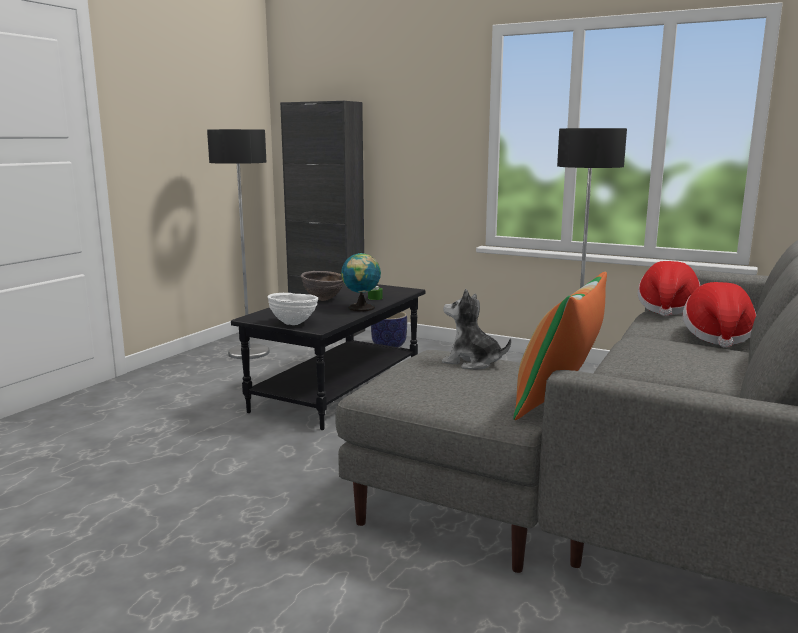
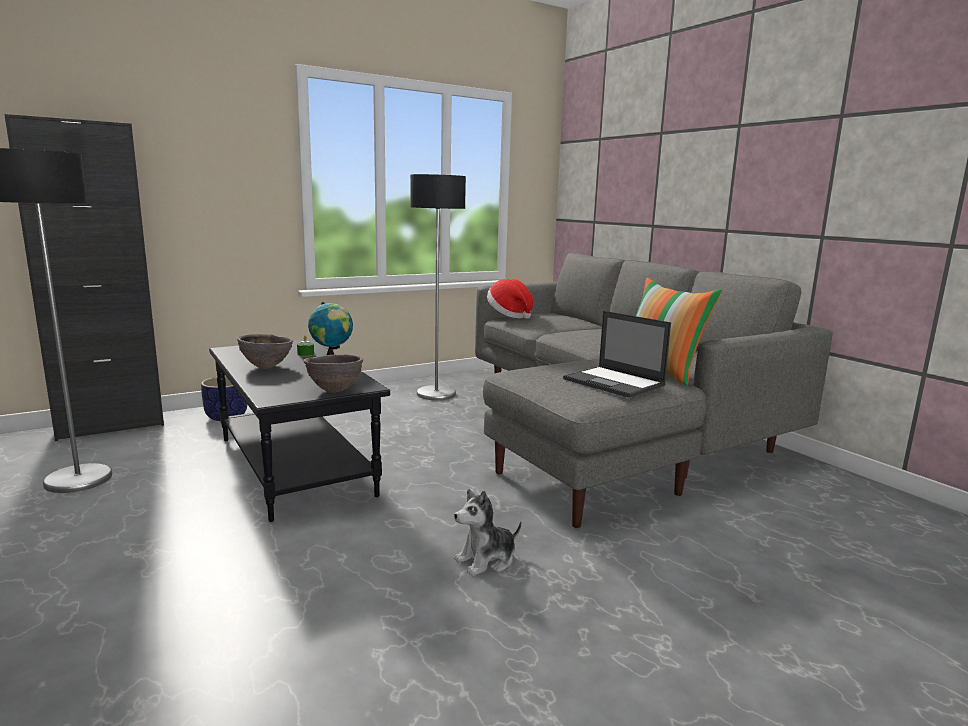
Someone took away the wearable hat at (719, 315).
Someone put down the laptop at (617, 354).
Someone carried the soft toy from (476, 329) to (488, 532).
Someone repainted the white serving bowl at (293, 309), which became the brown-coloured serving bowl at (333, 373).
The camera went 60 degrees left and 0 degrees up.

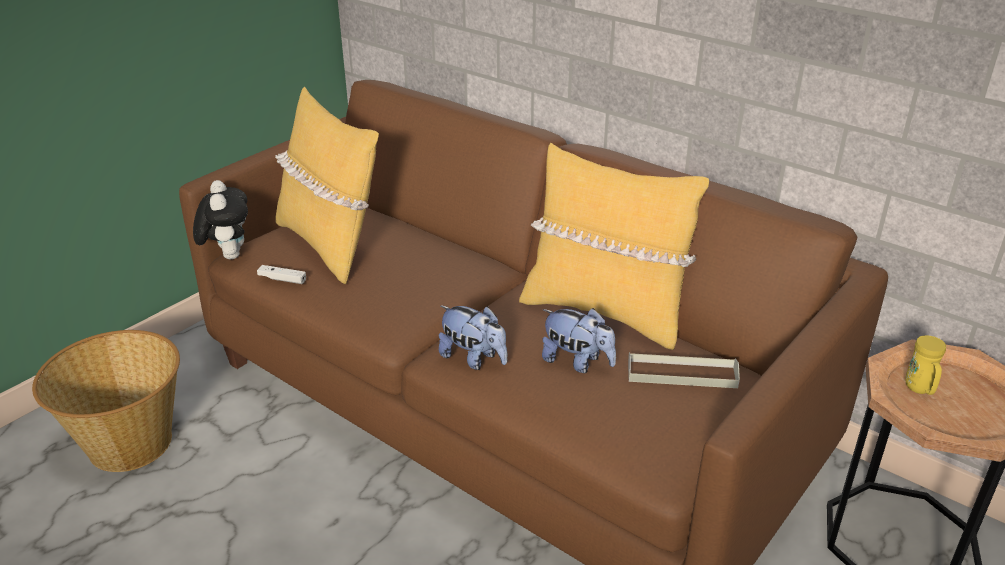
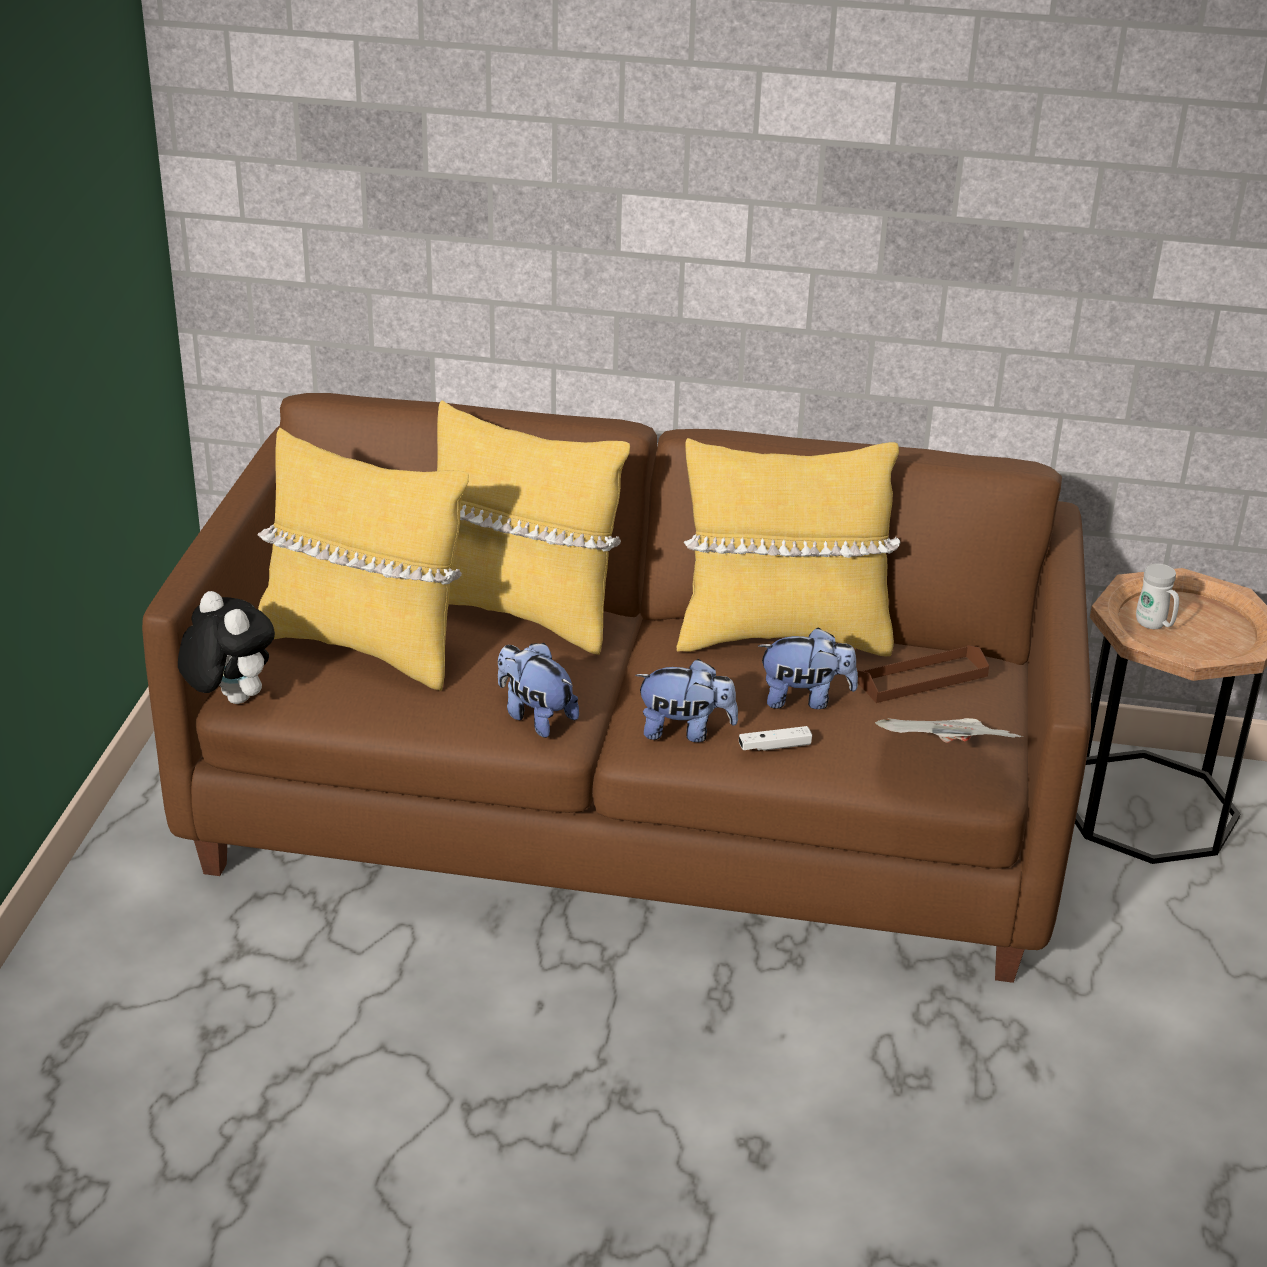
Someone took away the basket at (106, 401).
Someone put down the yellowish throw pillow at (533, 527).
Someone put down the soft toy at (538, 690).
Someone put down the daily paper at (949, 730).
Someone carried the white joypad from (281, 274) to (775, 738).
Someone repainted the gray serving tray at (684, 370), which became the brown-coloured serving tray at (923, 674).
Someone repainted the yellowish mug at (925, 365), which became the white mug at (1157, 596).
The camera went 30 degrees left and 0 degrees up.

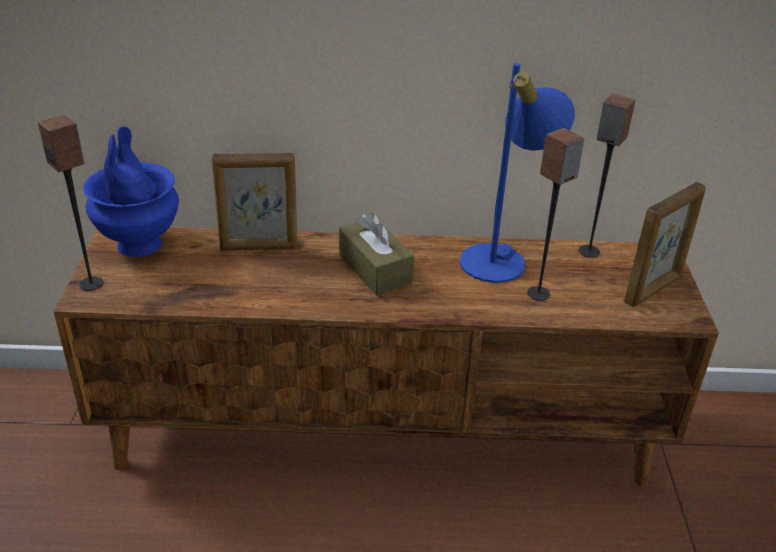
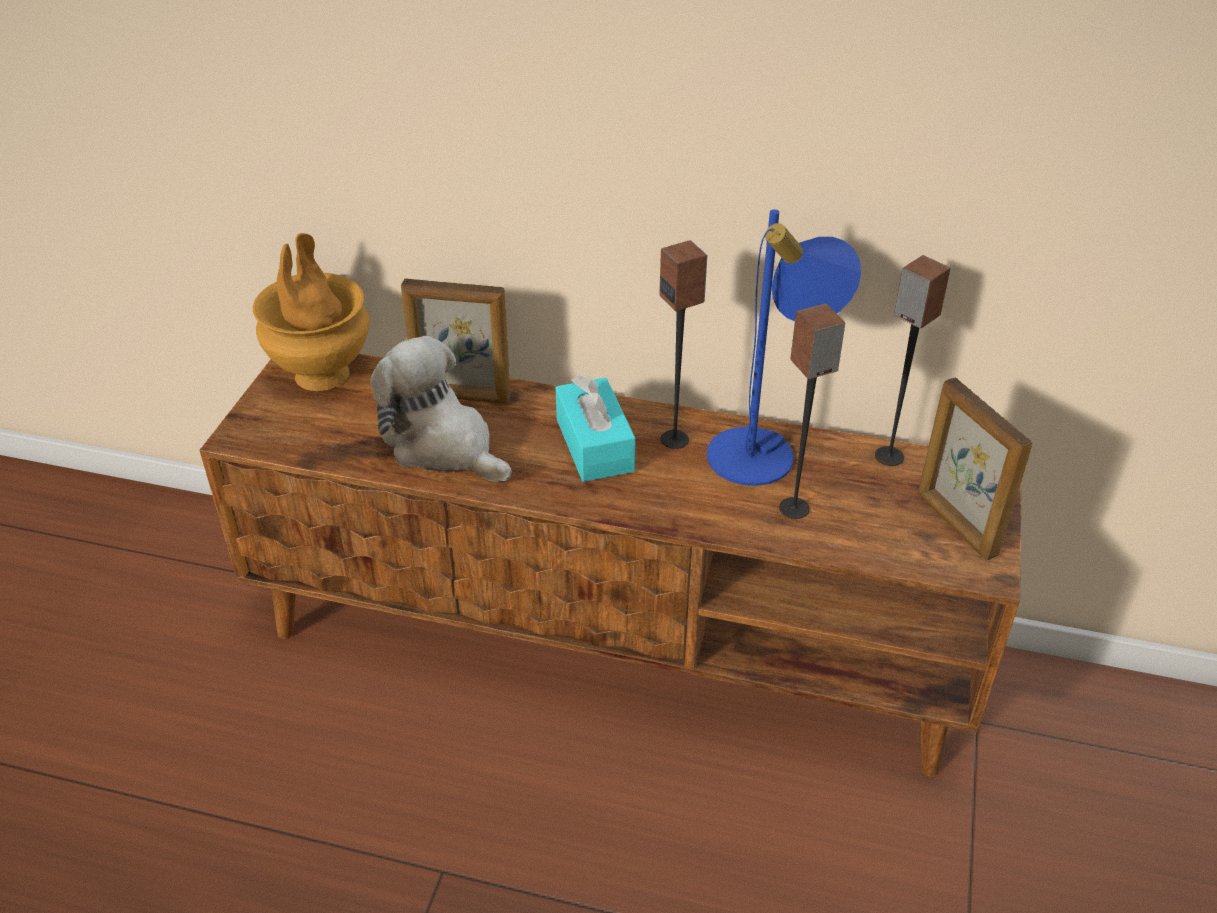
Someone put down the soft toy at (441, 408).
Someone carried the audio speaker from (70, 203) to (683, 344).
Someone repainted the blue decorative vase at (131, 191), which became the brown-coloured decorative vase at (311, 312).
Someone repainted the brown-coloured box of tissues at (376, 253), which became the blue-green box of tissues at (596, 429).
Someone rotated the picture frame at (665, 244) by 90 degrees clockwise.
The camera went 15 degrees right and 5 degrees up.

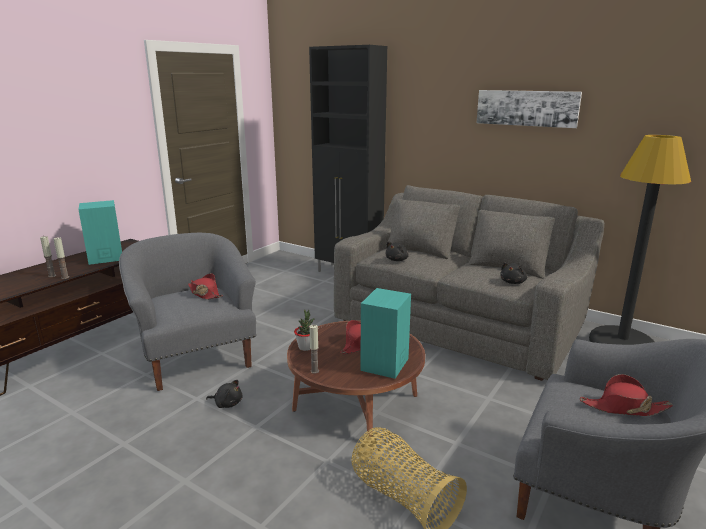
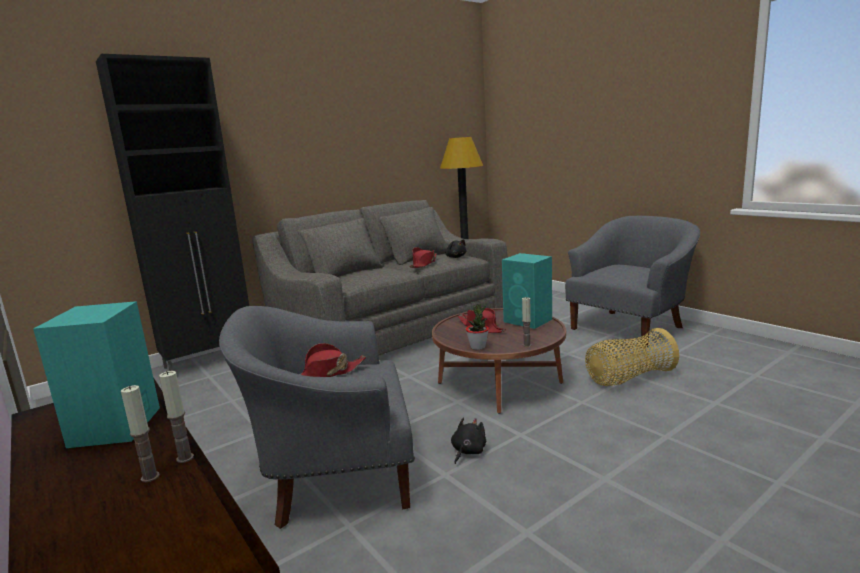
Someone took away the black soft toy at (397, 251).
Someone took away the picture at (529, 109).
Someone carried the red-coloured wearable hat from (626, 395) to (423, 257).
The camera went 70 degrees left and 5 degrees down.

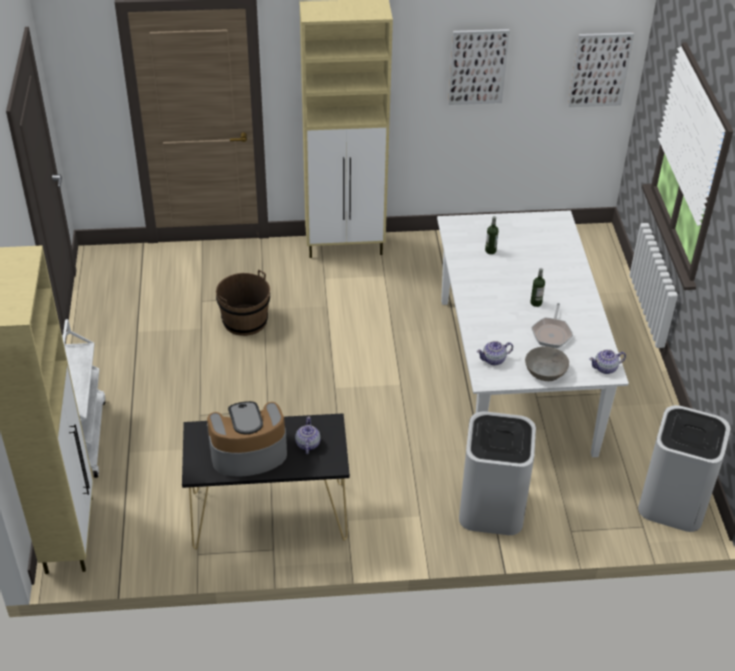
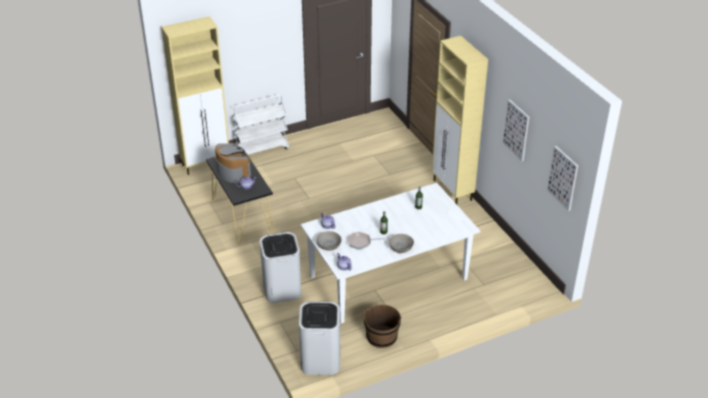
Someone put down the gray serving bowl at (401, 243).
Someone carried the brown-coloured bucket from (243, 302) to (382, 326).
The camera went 70 degrees right and 5 degrees down.

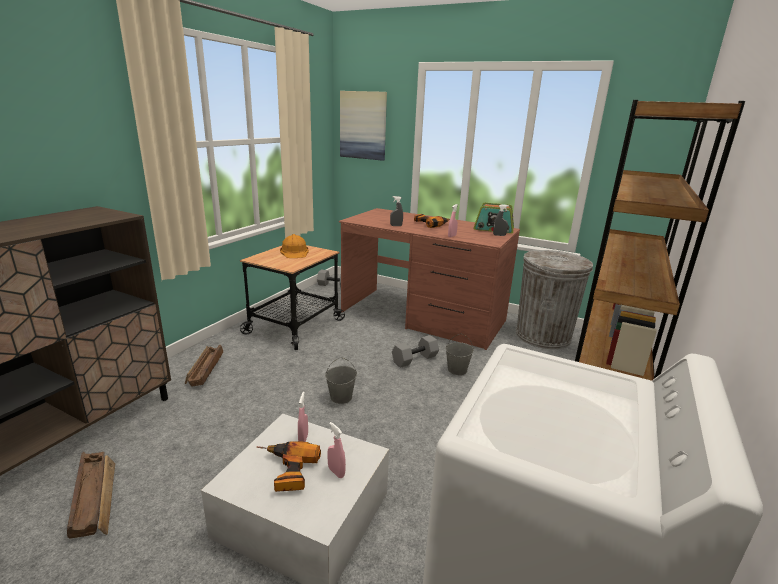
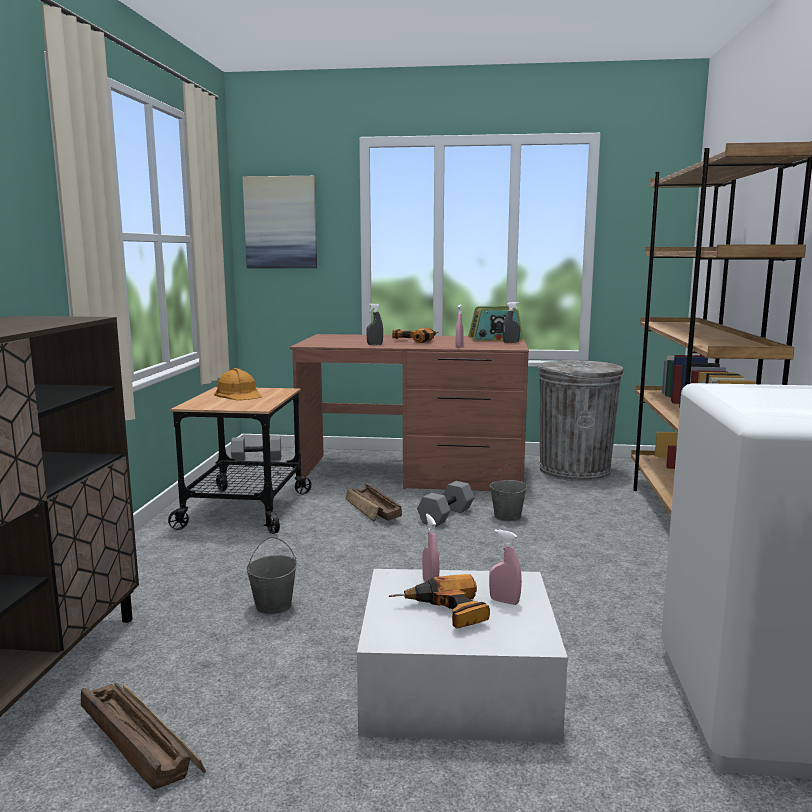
Someone carried the shipping crate from (204, 366) to (373, 503).
Someone carried the gray bucket from (341, 380) to (271, 575).
The camera went 20 degrees left and 10 degrees down.

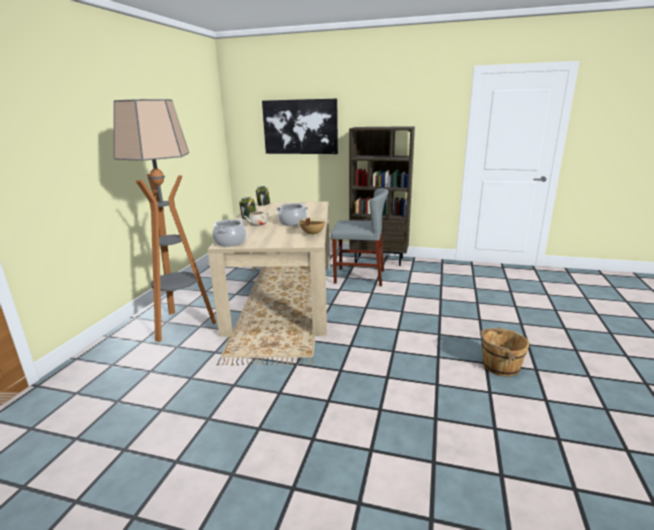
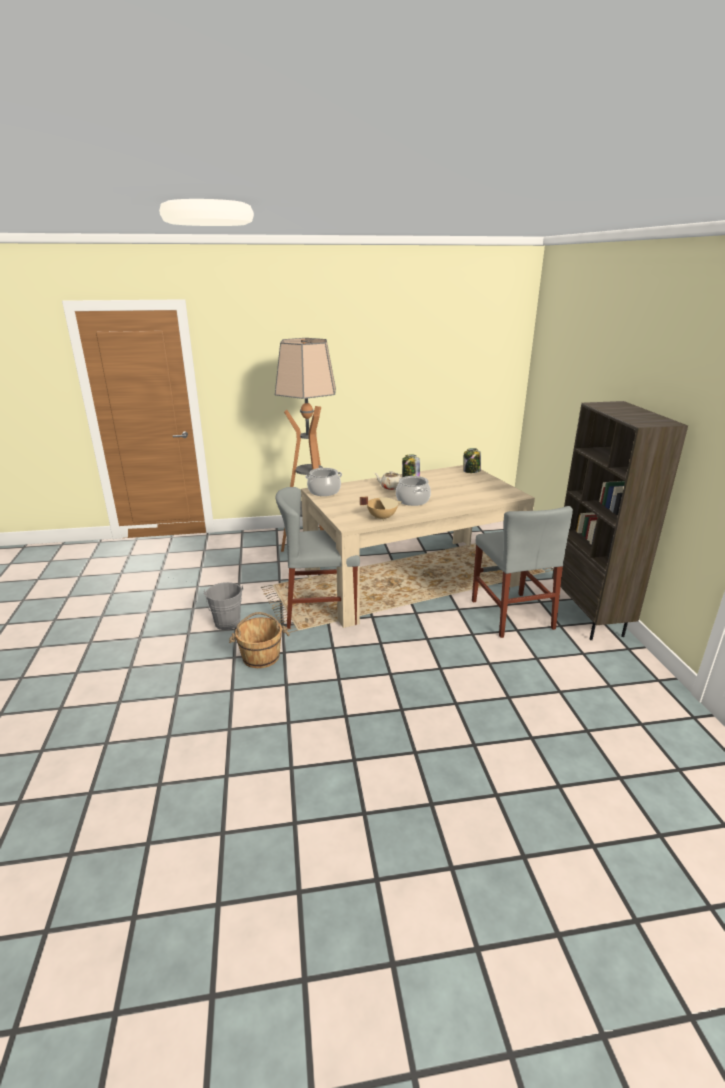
Someone took away the picture at (300, 126).
Someone put down the gray bucket at (223, 606).
Someone put down the gray upright chair at (318, 558).
Someone carried the brown-coloured bucket from (504, 352) to (259, 640).
The camera went 65 degrees right and 5 degrees up.

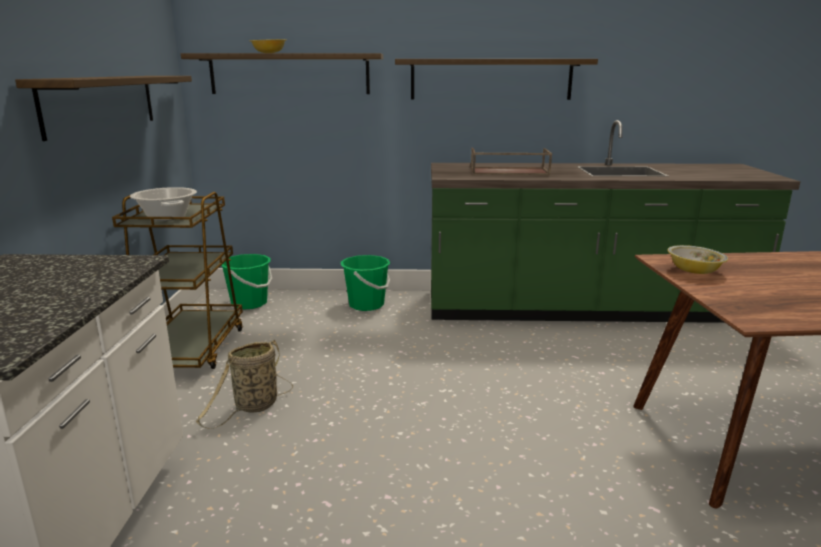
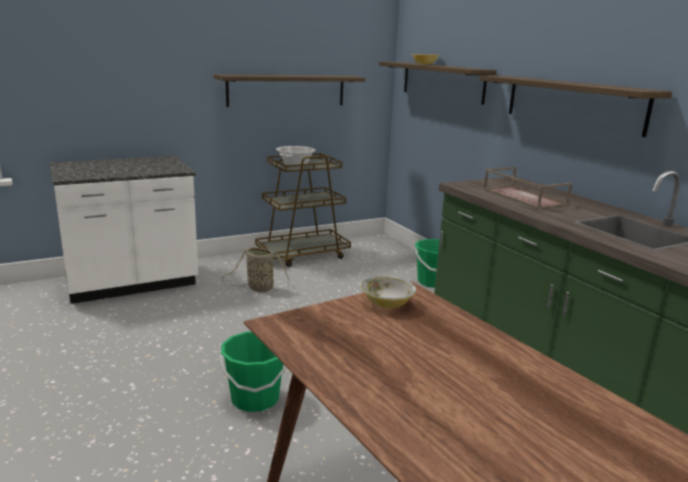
Someone carried the green-coloured bucket from (246, 281) to (253, 372).
The camera went 60 degrees right and 0 degrees up.

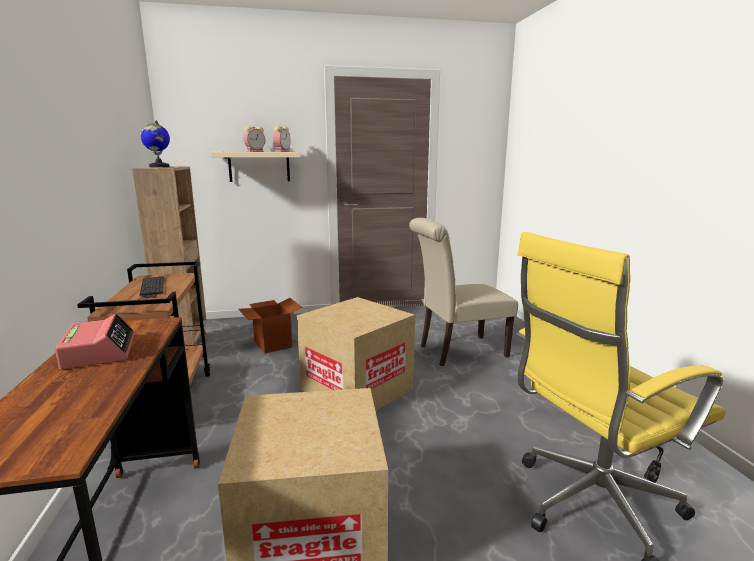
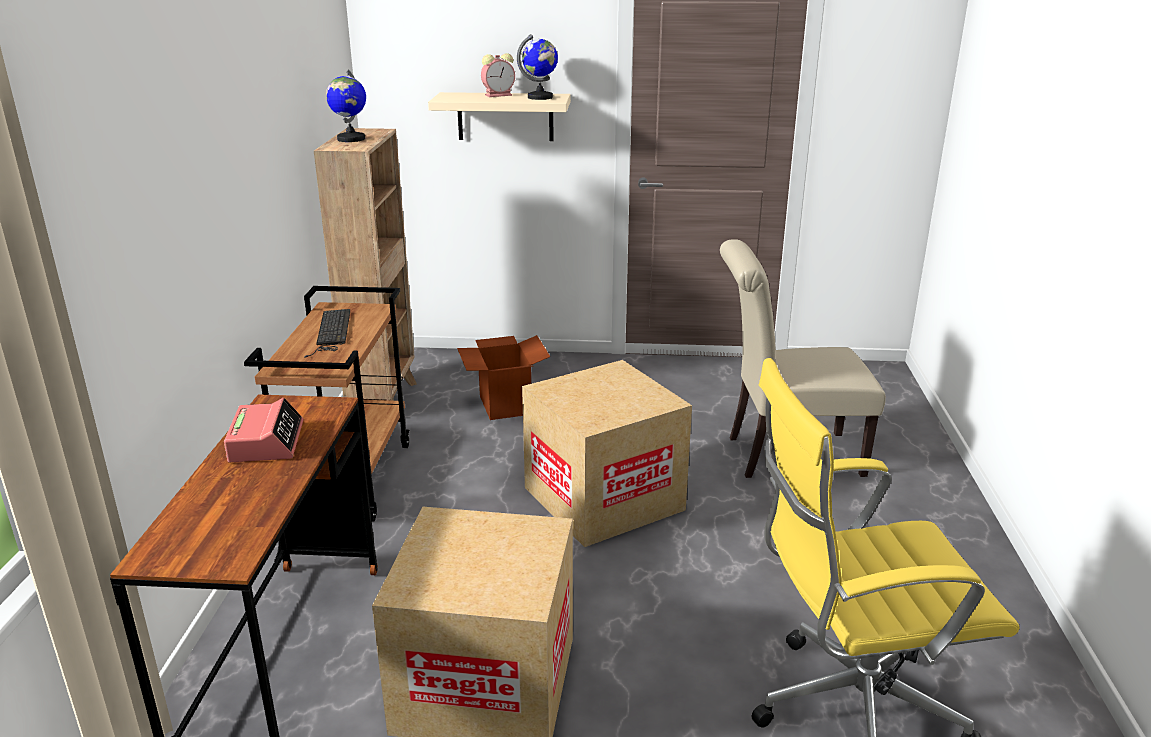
Someone swapped the bedside clock at (282, 138) for the desk globe at (537, 67).
The camera went 15 degrees right and 10 degrees up.

